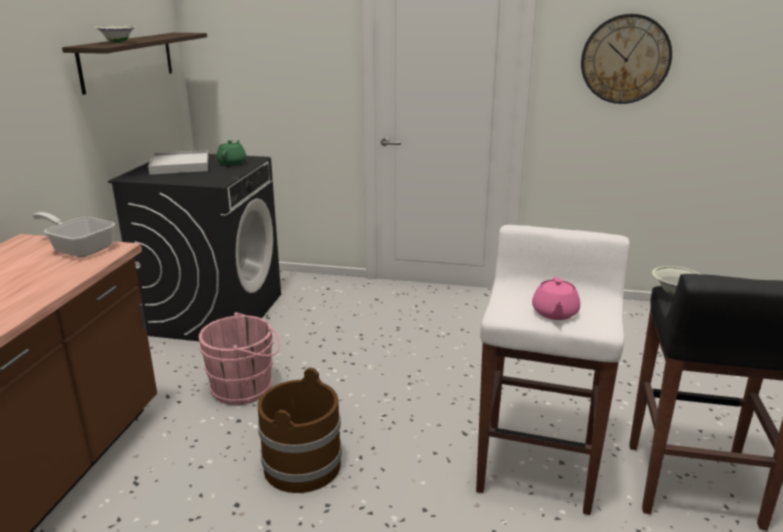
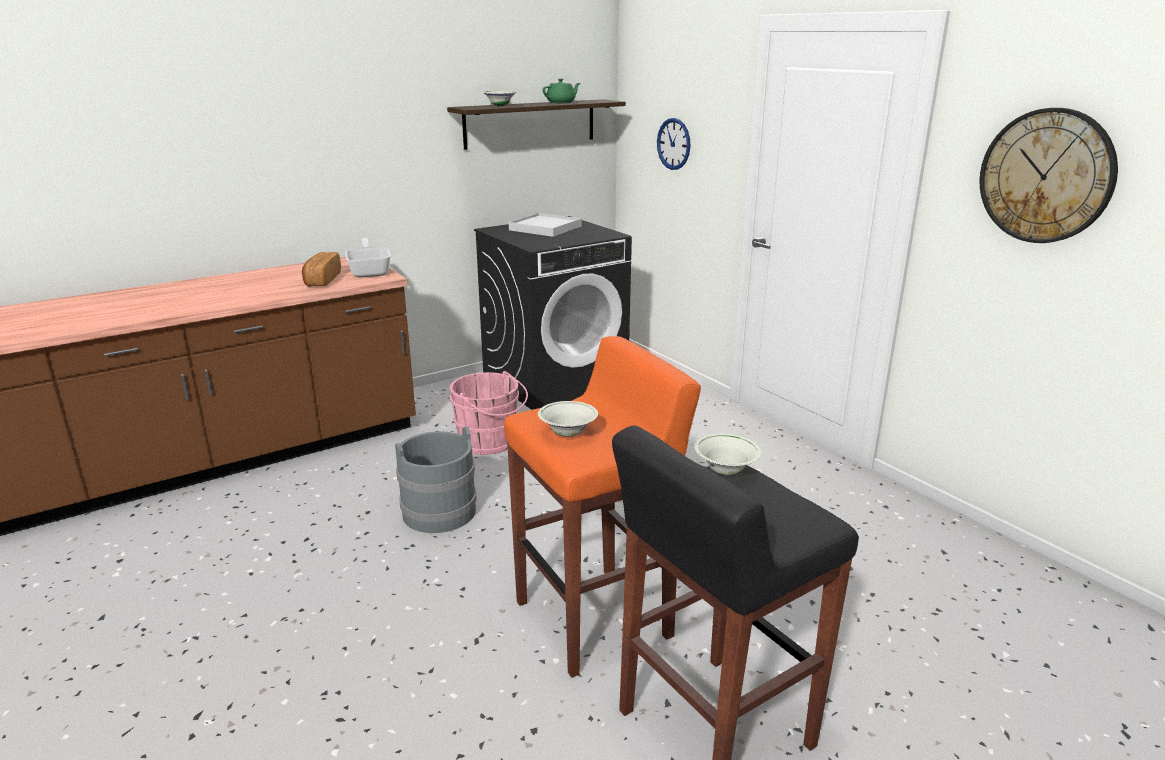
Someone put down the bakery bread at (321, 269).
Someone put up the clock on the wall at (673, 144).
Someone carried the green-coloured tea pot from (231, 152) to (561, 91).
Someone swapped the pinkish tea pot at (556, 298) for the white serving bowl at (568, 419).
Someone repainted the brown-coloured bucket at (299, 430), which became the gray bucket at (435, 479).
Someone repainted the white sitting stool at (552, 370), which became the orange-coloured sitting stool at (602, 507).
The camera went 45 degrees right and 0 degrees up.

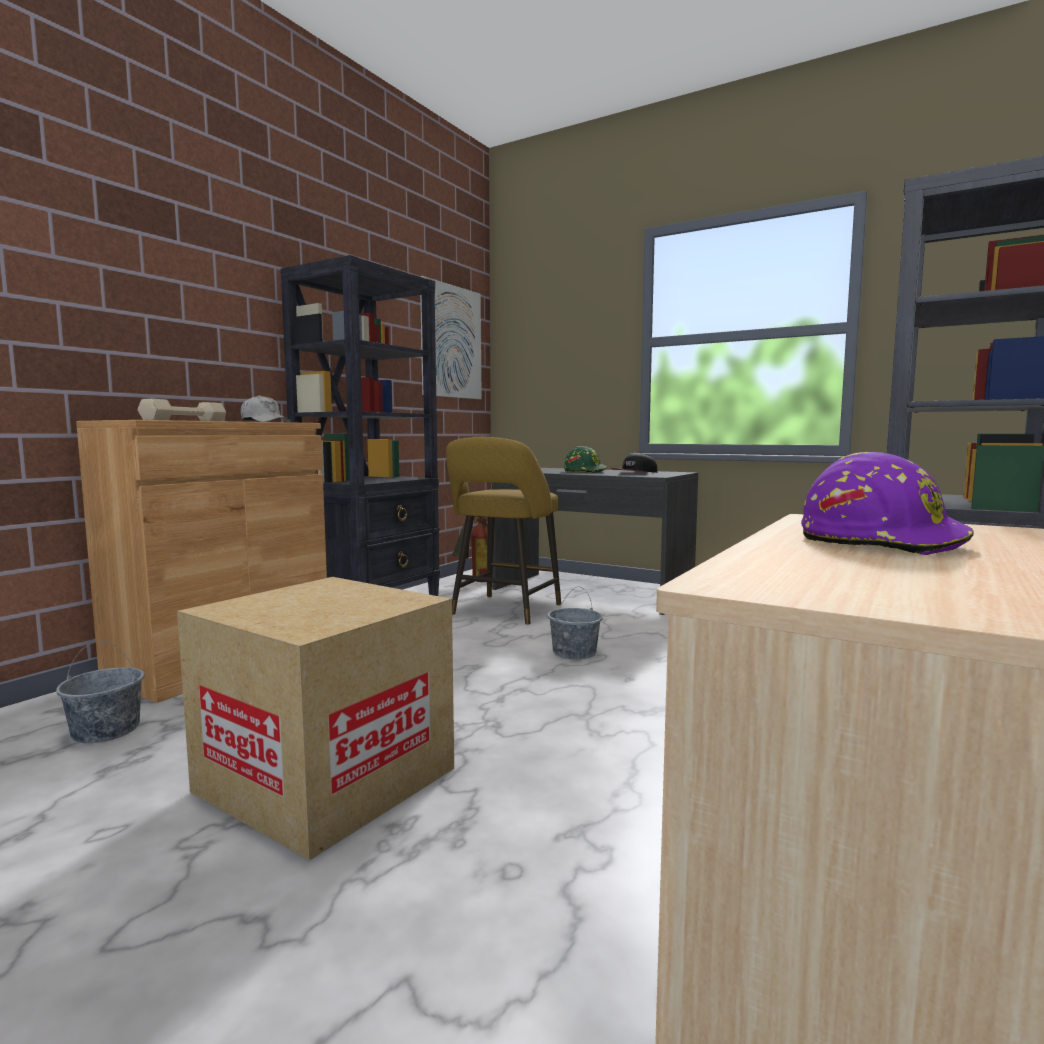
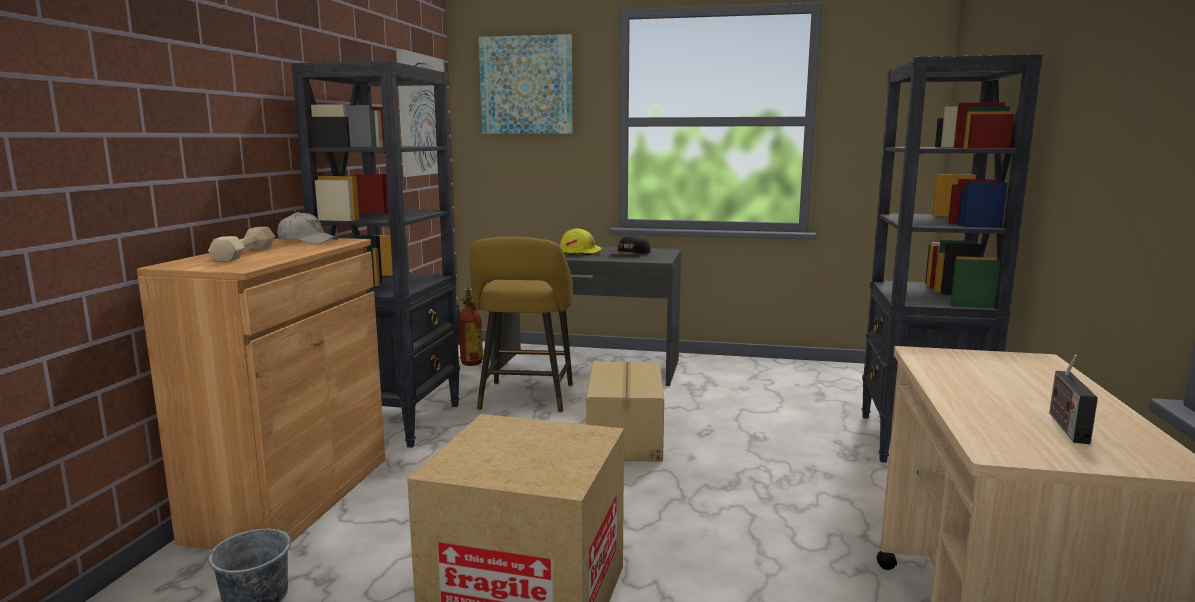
Someone took away the purplish hard hat at (887, 503).
Someone put up the picture at (526, 84).
Someone put down the radio set at (1073, 399).
Someone swapped the gray bucket at (575, 622) for the carton at (625, 412).
Someone repainted the green-coloured hard hat at (585, 459), which became the yellowish hard hat at (581, 242).
The camera went 20 degrees left and 5 degrees up.

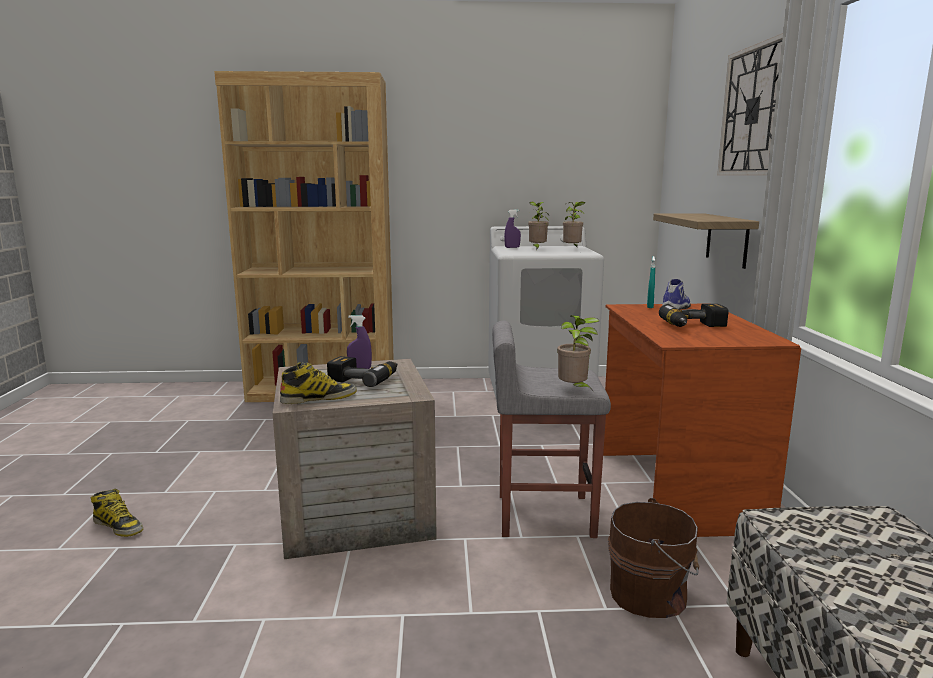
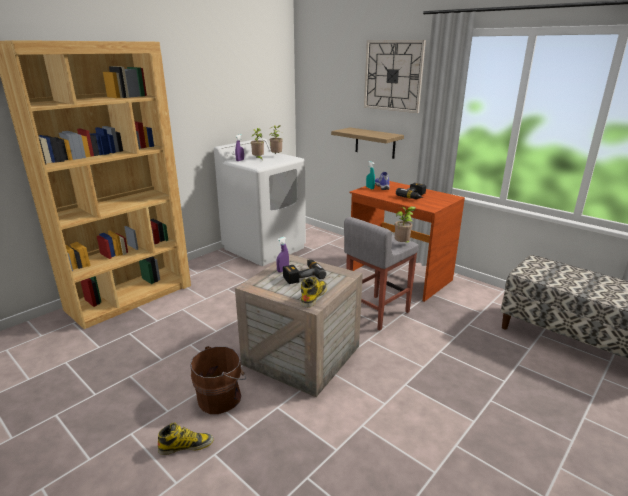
Someone carried the brown-coloured bucket from (653, 558) to (218, 380).
The camera went 45 degrees left and 10 degrees up.

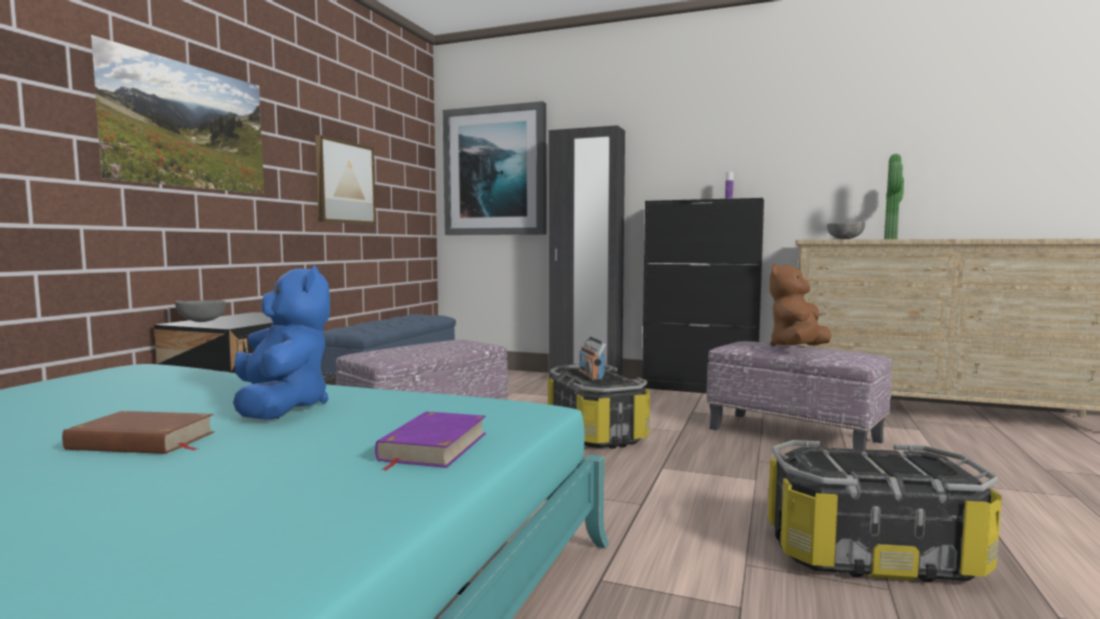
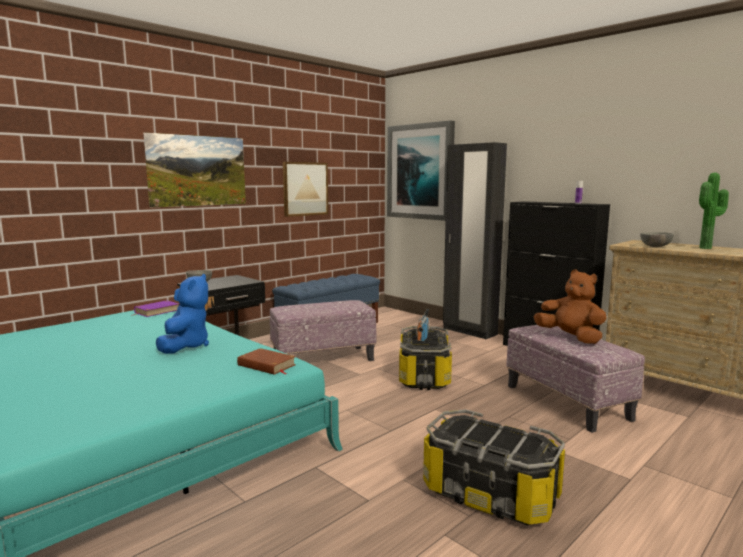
Someone carried the brown-coloured bound book from (138, 432) to (266, 361).
Someone carried the purplish bound book from (430, 441) to (155, 308).
Someone rotated the brown-coloured soft toy at (800, 305) by 75 degrees clockwise.
The camera went 25 degrees right and 5 degrees up.

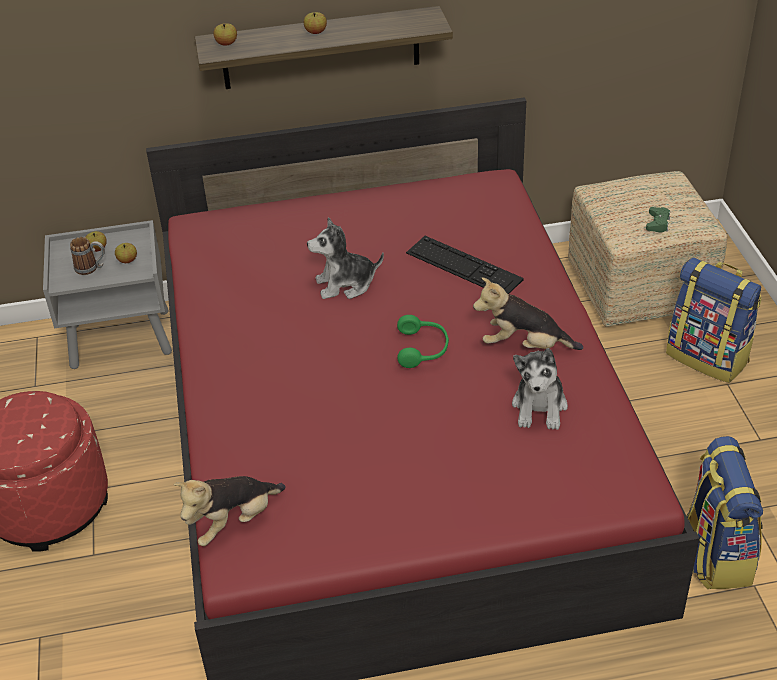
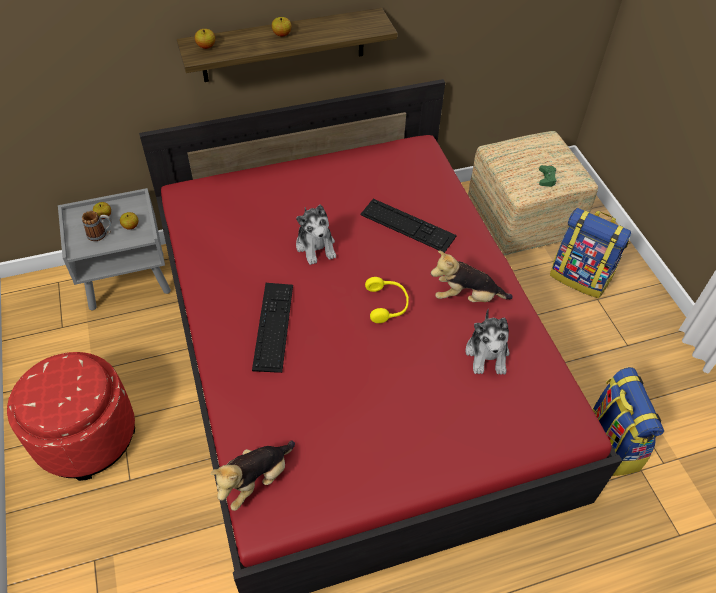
Someone put down the computer keyboard at (272, 328).
Someone repainted the green-coloured pair of headphones at (423, 341), which became the yellowish pair of headphones at (387, 300).
Someone rotated the soft toy at (345, 258) by 90 degrees counterclockwise.
The camera went 10 degrees left and 10 degrees up.

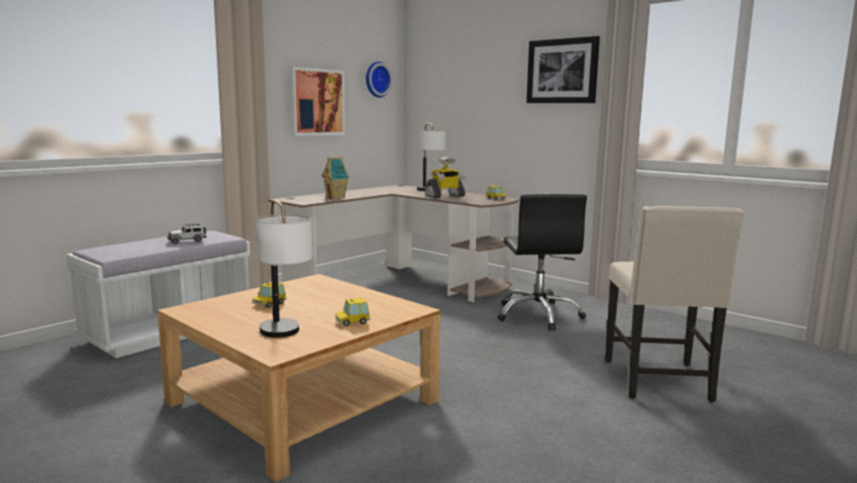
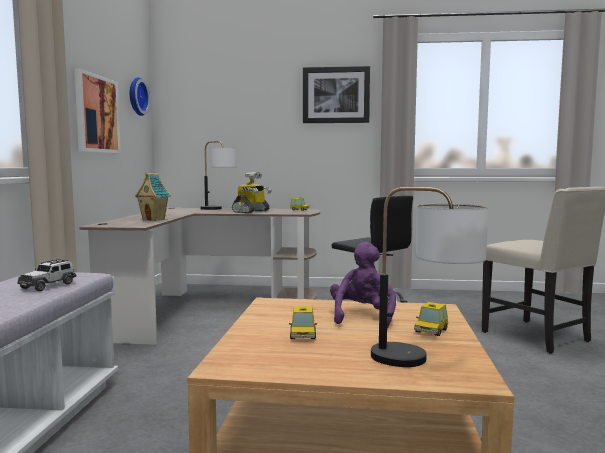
Someone put down the purplish soft toy at (363, 285).
The camera went 35 degrees left and 5 degrees down.

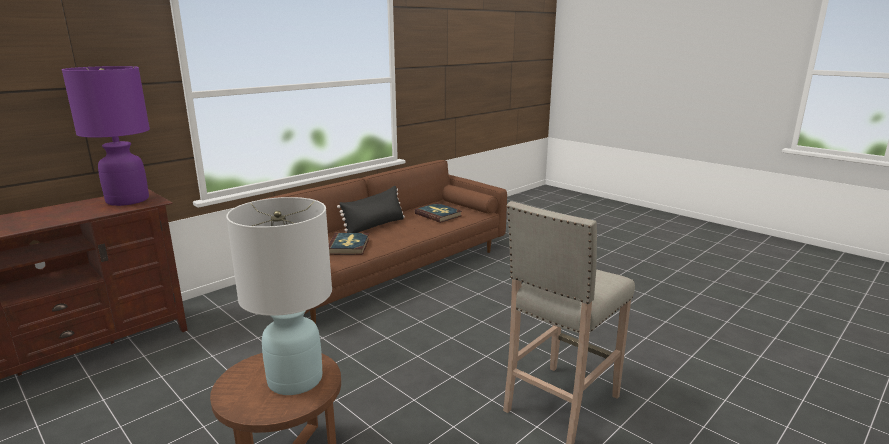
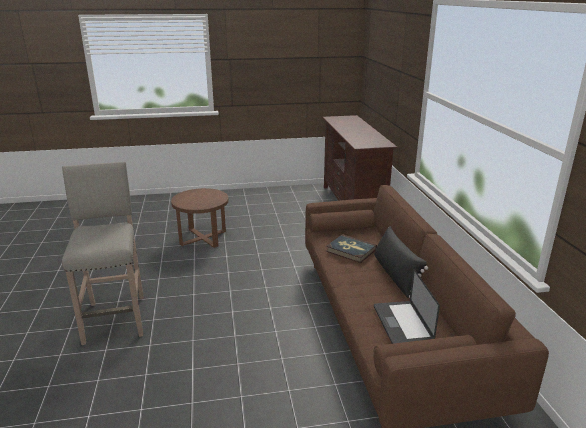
Someone took away the purplish table lamp at (106, 136).
Someone took away the white table lamp at (279, 296).
Someone swapped the bound book at (438, 213) for the laptop at (407, 306).
The camera went 125 degrees right and 5 degrees up.

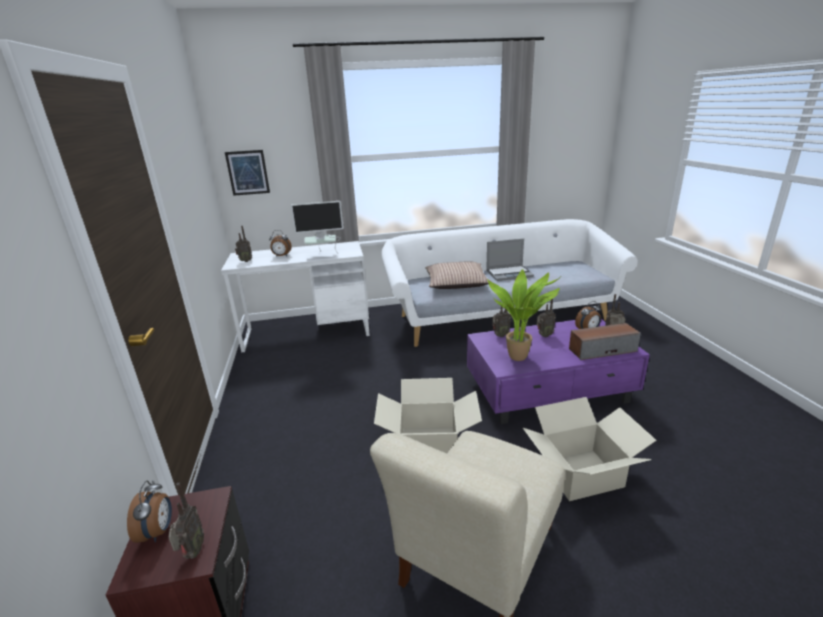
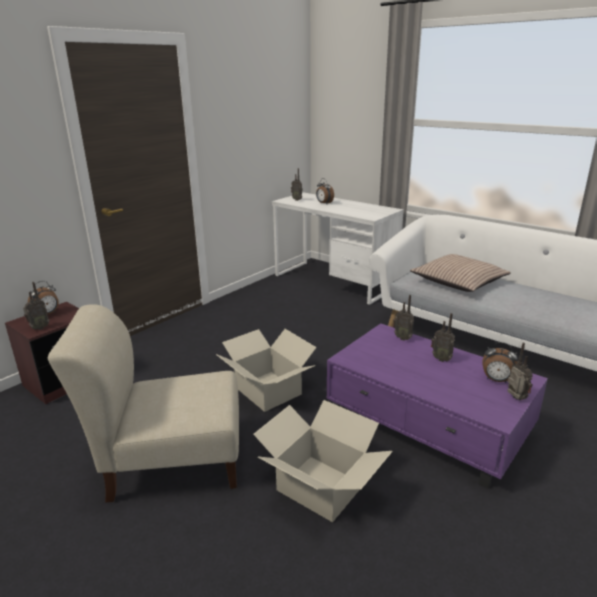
Someone took away the picture at (247, 173).
Someone took away the computer display at (317, 227).
Someone took away the laptop at (510, 260).
Someone took away the plant in a pot at (523, 315).
Someone took away the audio speaker at (605, 341).
The camera went 50 degrees right and 0 degrees up.

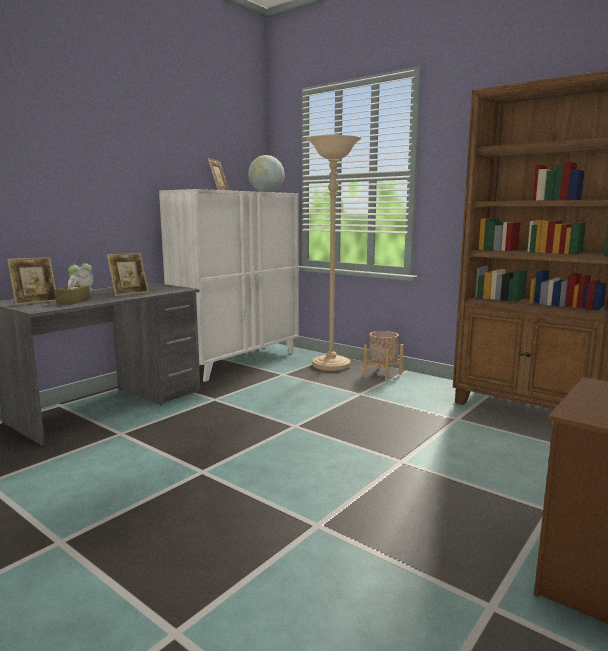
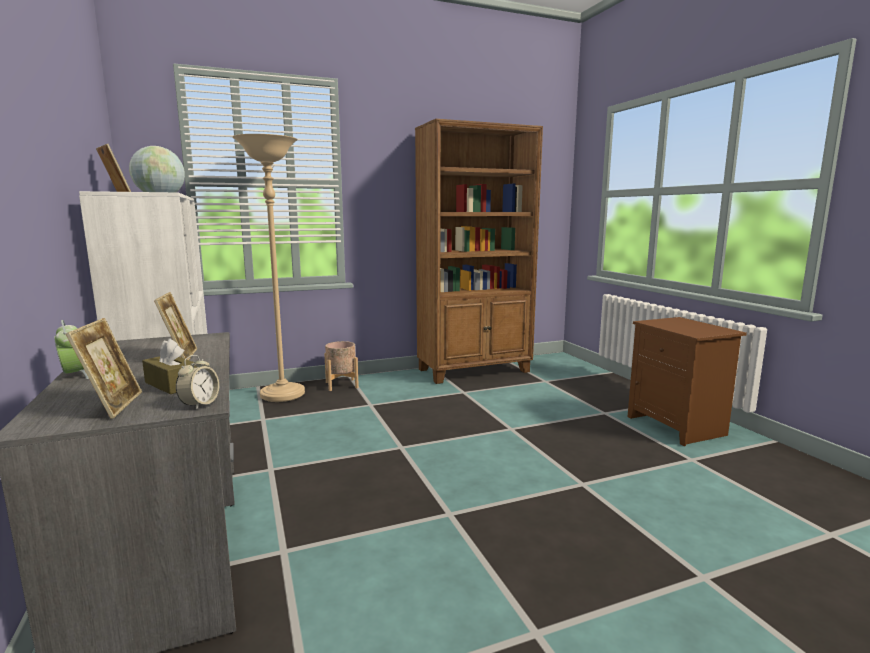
Someone put down the bedside clock at (197, 382).
The camera went 60 degrees left and 0 degrees up.

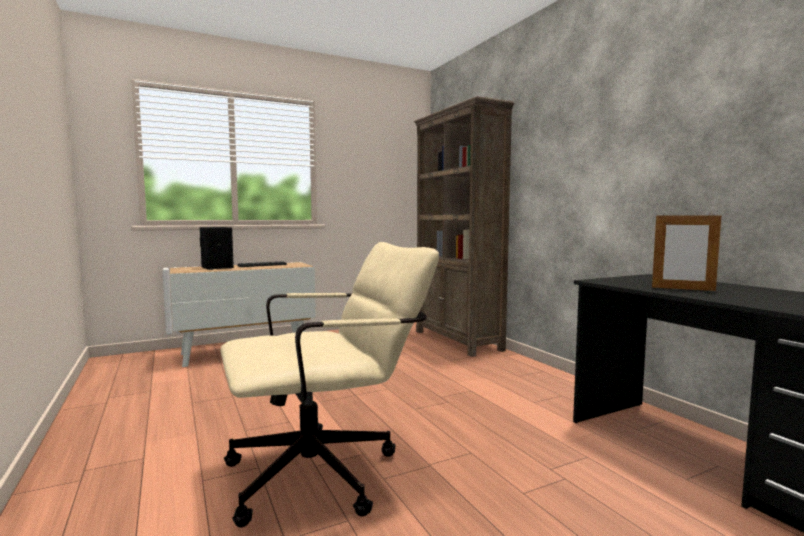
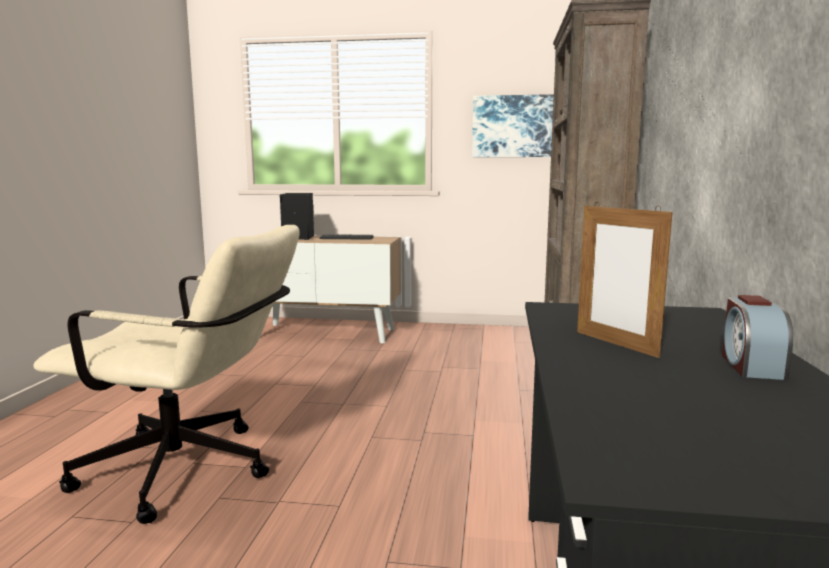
Someone put up the picture at (513, 125).
Someone put down the bedside clock at (757, 337).
The camera went 35 degrees right and 5 degrees up.

